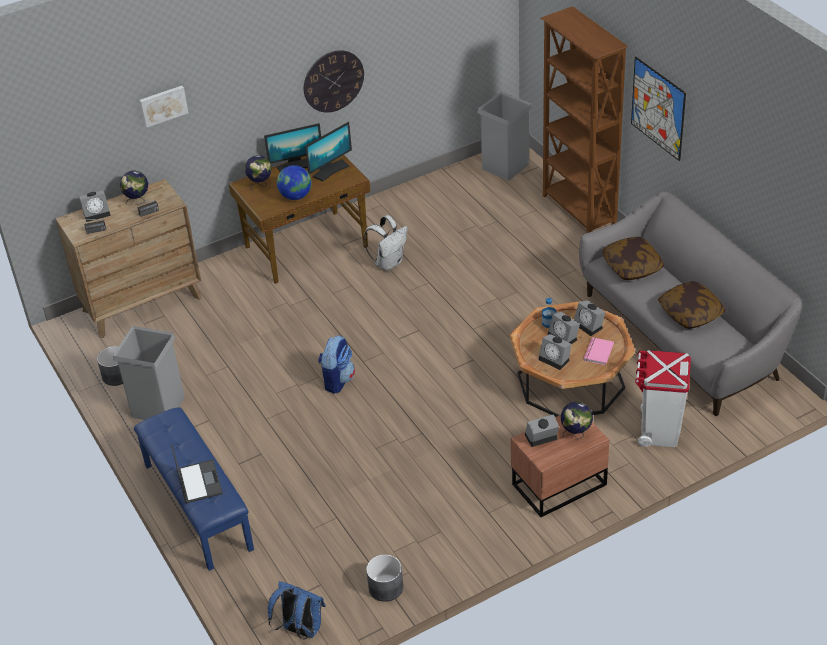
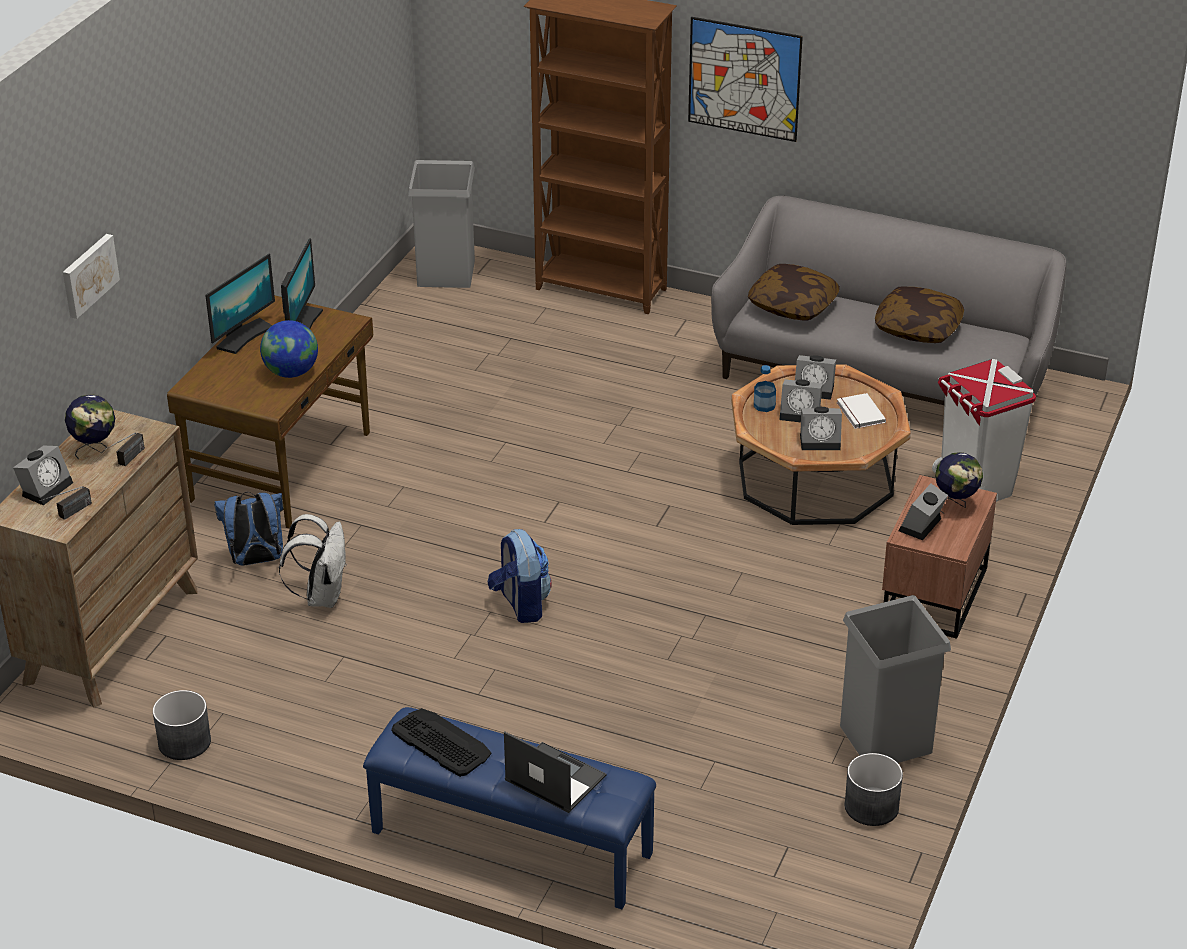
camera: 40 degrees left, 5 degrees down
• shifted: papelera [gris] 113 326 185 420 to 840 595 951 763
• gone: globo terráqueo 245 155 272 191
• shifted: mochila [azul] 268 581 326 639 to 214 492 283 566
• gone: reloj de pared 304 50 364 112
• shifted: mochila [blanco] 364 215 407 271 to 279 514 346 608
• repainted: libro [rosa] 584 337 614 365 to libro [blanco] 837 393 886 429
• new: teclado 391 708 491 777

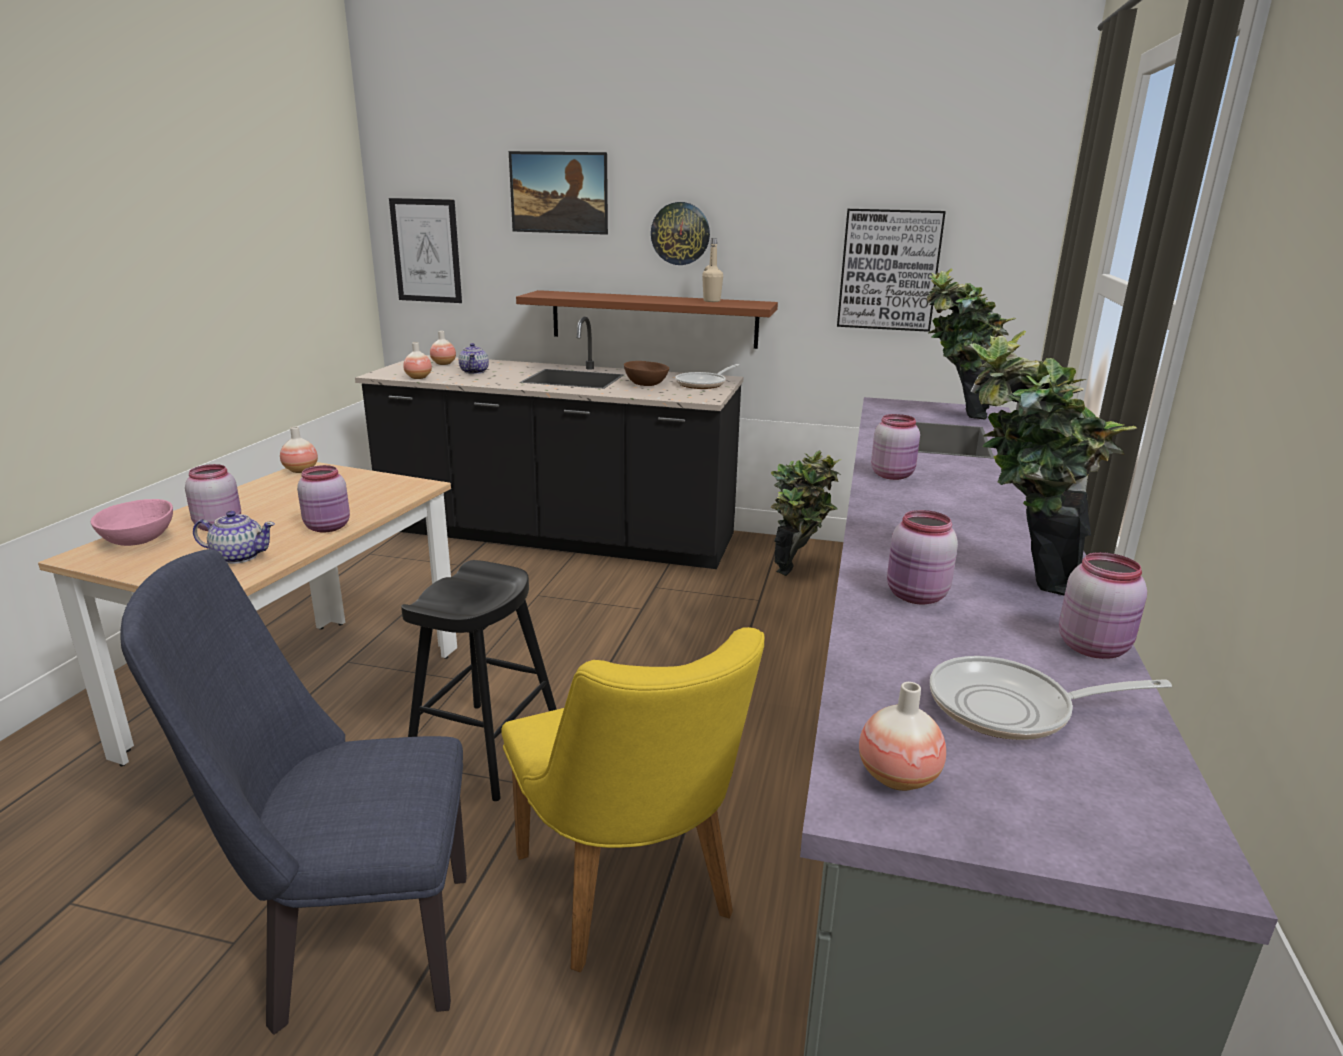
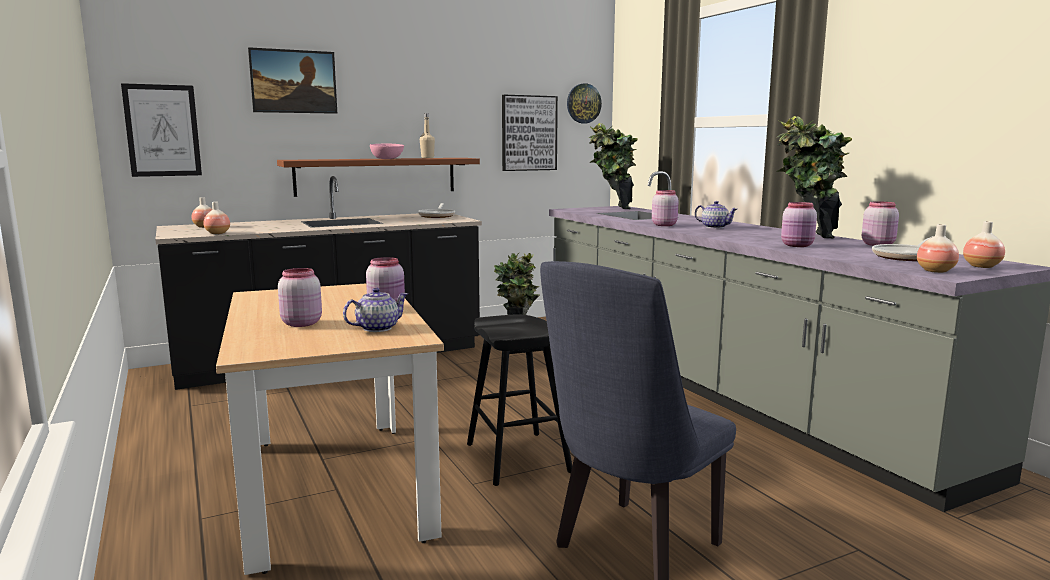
camera: 40 degrees left, 10 degrees down
• shifted: cuenco [rosa] 91 499 173 546 to 370 144 404 159
• shifted: florero 280 427 318 473 to 963 221 1005 268
• shifted: tetera 458 343 489 374 to 695 201 737 229
• gone: silla [amarillo] 501 627 764 973
• gone: cuenco [marrón] 624 361 669 386
• shifted: reloj de pared 651 202 710 265 to 567 83 602 123

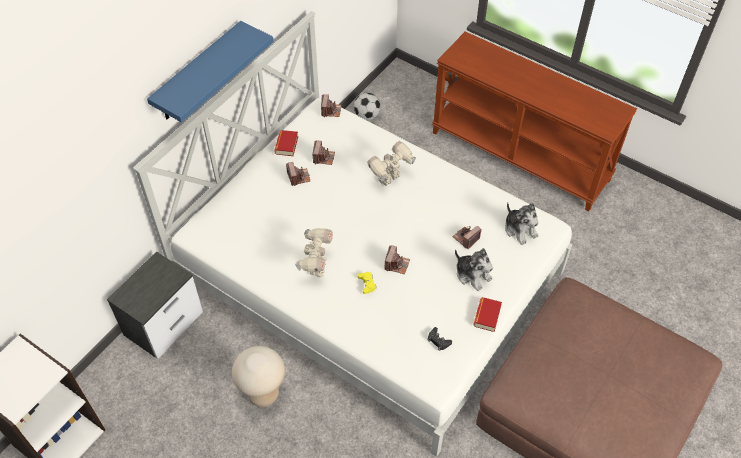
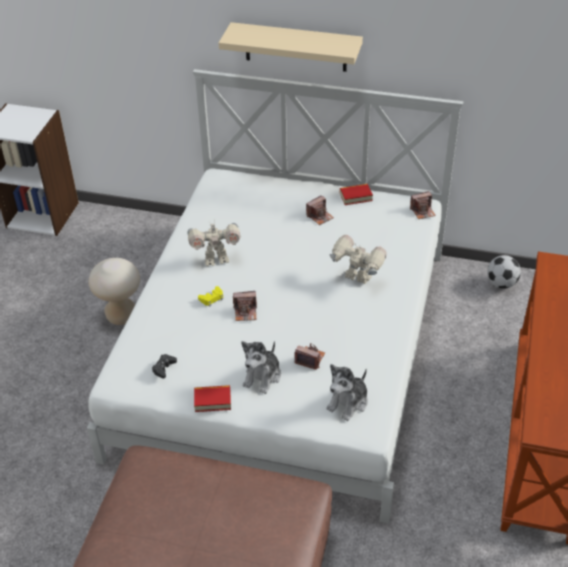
camera: 70 degrees right, 10 degrees down
• gone: mesita de noche 107 251 203 359
• repainted: estante [azul] 147 21 274 123 to estante [beis] 219 22 363 72
• gone: cámara 313 140 335 165

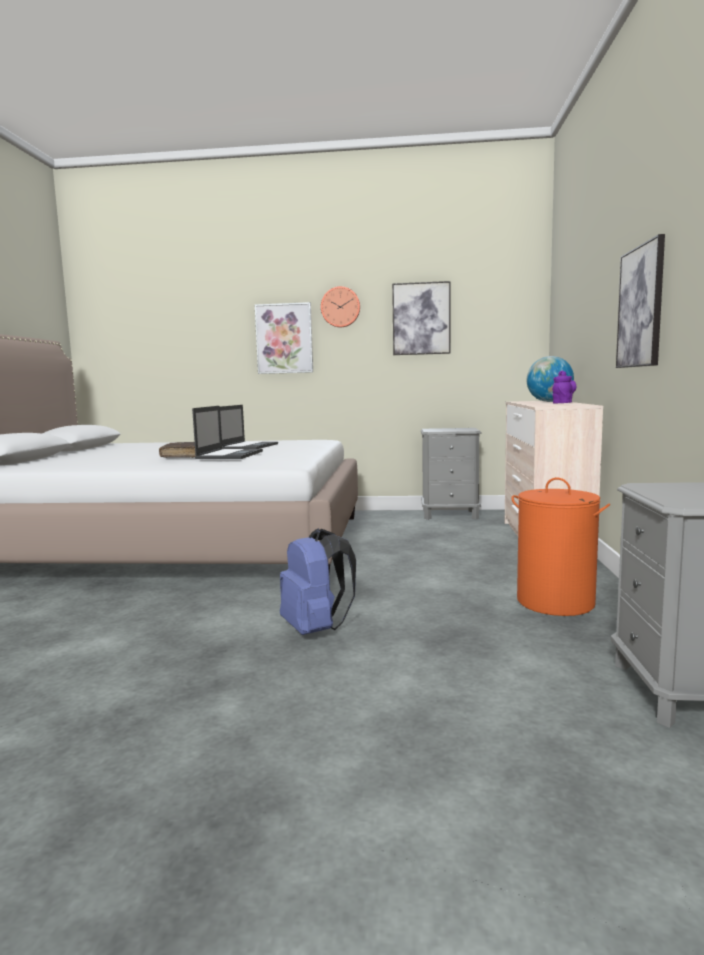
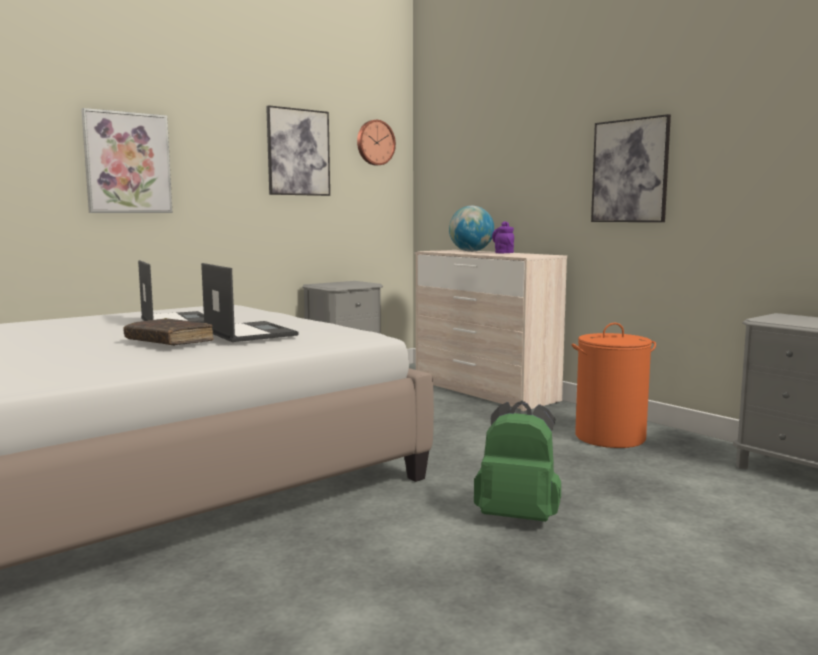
camera: 45 degrees left, 0 degrees up
• repainted: mochila [azul] 280 528 356 635 to mochila [verde] 474 401 561 522
• shifted: reloj de pared 321 286 360 327 to 357 120 396 166

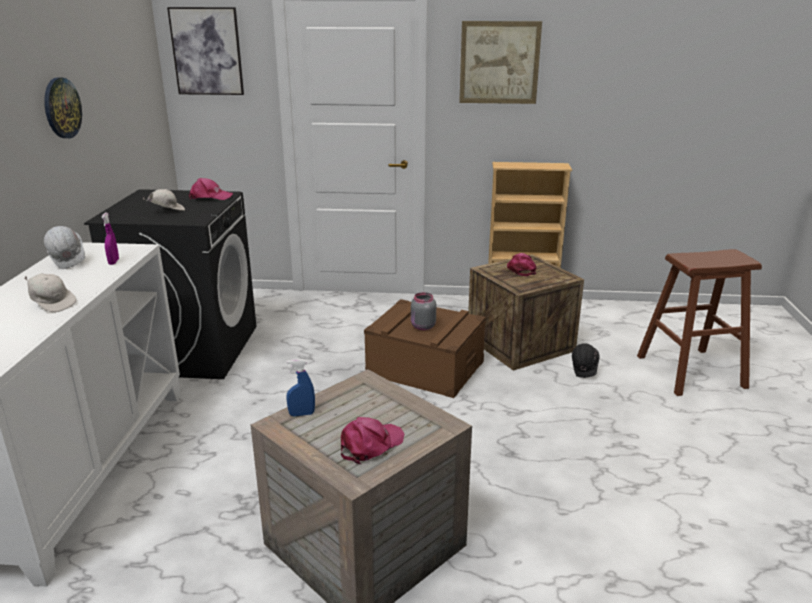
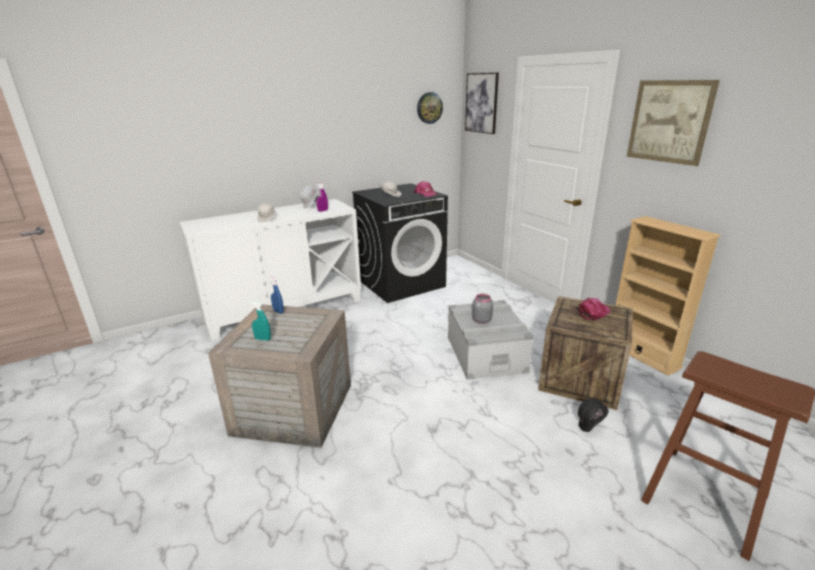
camera: 55 degrees right, 0 degrees up
• shifted: reloj de pared 44 77 82 138 to 417 92 443 124
• swapped: gorra [rosa] 341 417 404 464 to pulverizador [turquesa] 250 301 271 341
• repainted: caja de almacenaje [marrón] 364 299 486 398 to caja de almacenaje [gris] 448 300 534 380

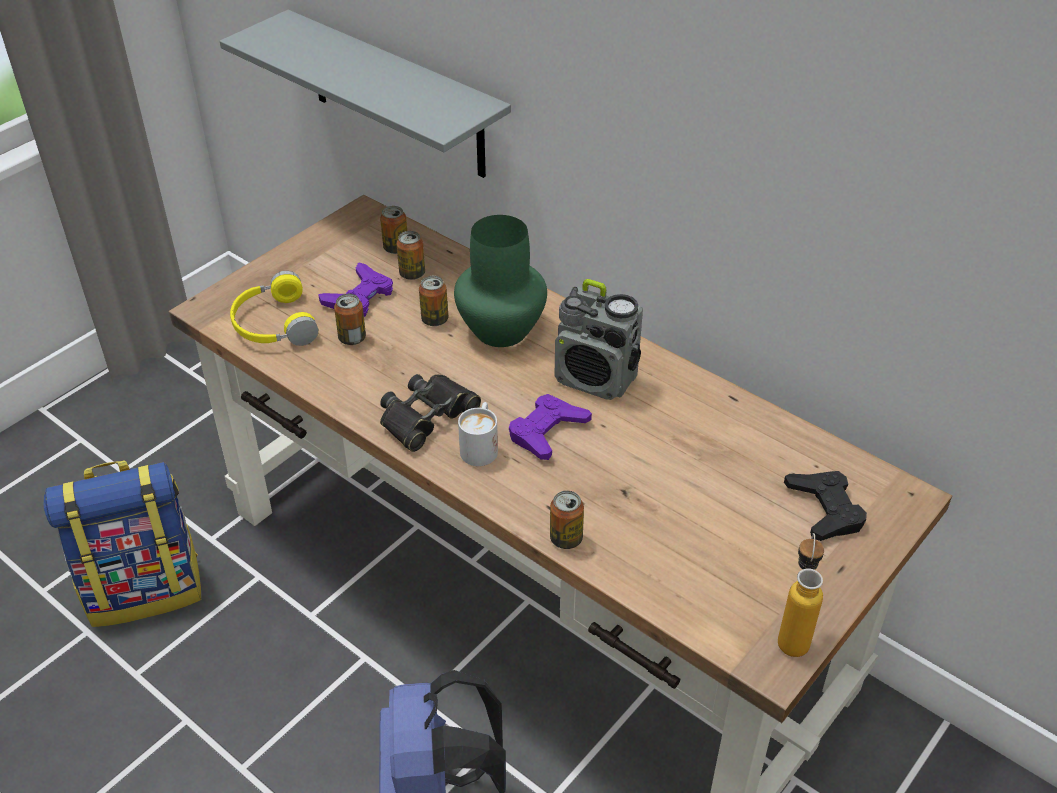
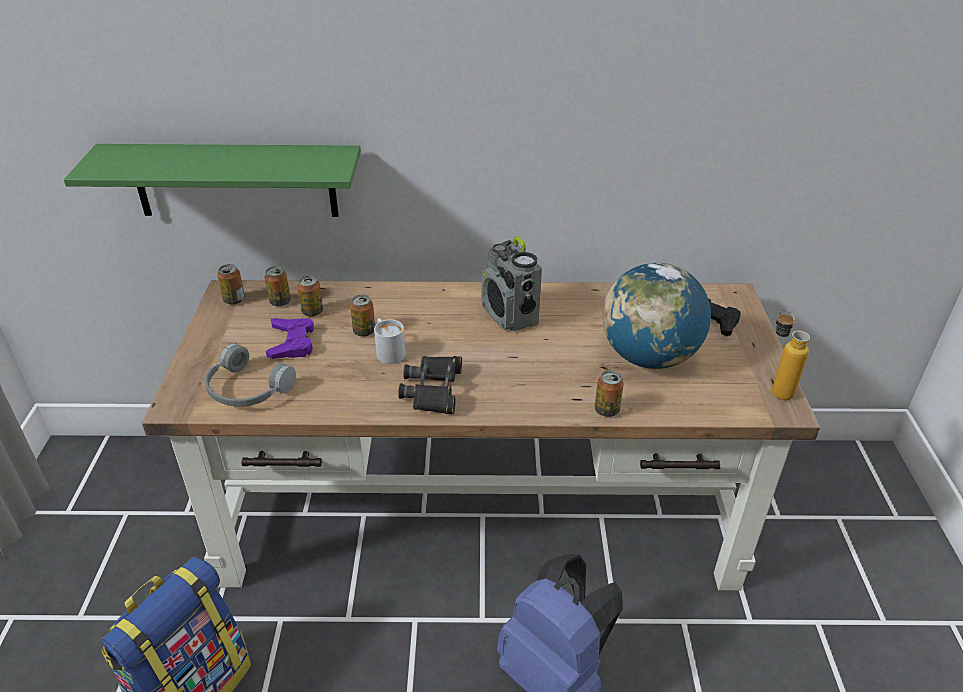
camera: 40 degrees left, 5 degrees down
• repainted: estante [gris] 220 10 511 178 to estante [verde] 64 144 361 217
• repainted: auriculares [amarillo] 230 271 318 346 to auriculares [gris] 205 343 296 407
• shifted: lata 334 294 366 345 to 217 264 245 305
• gone: florero [verde] 454 215 547 347
• shifted: taza grande [blanco] 458 402 498 466 to 374 318 405 364
• gone: mando de consola [morado] 509 394 592 460
• rotated: radio 554 279 643 400 = 481 236 542 332 75 degrees clockwise
• new: globo terráqueo 602 263 711 369

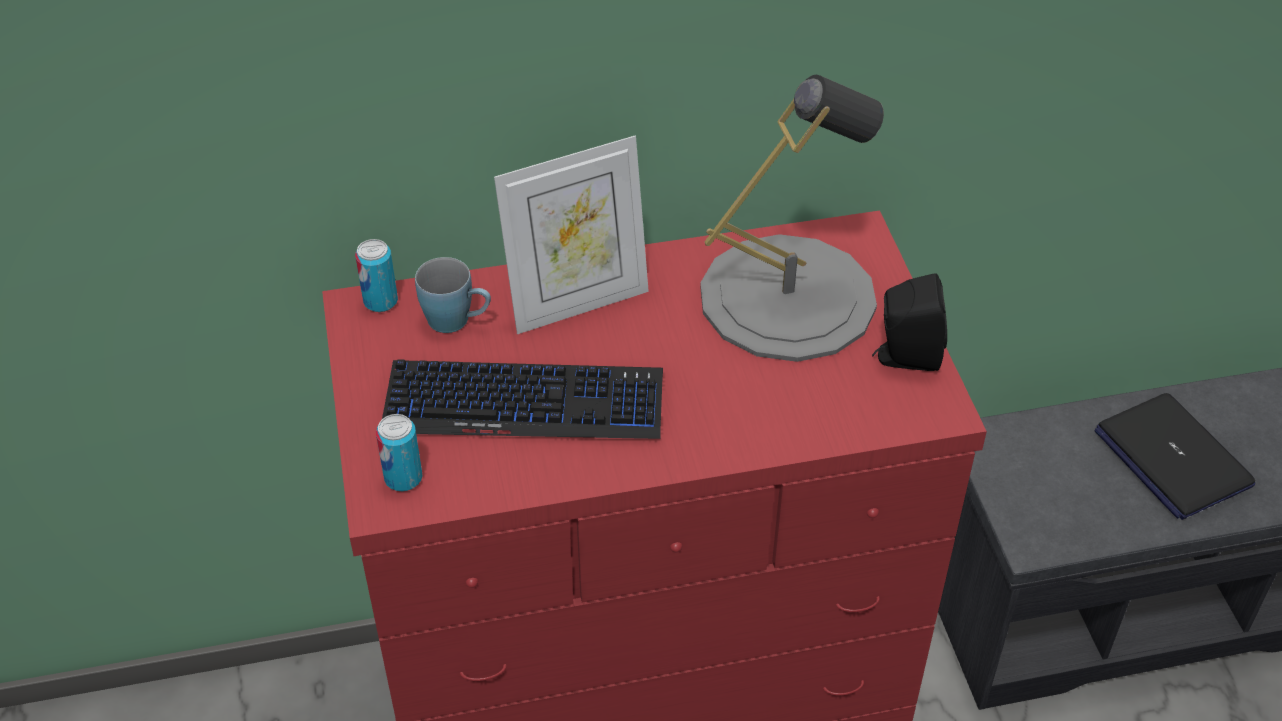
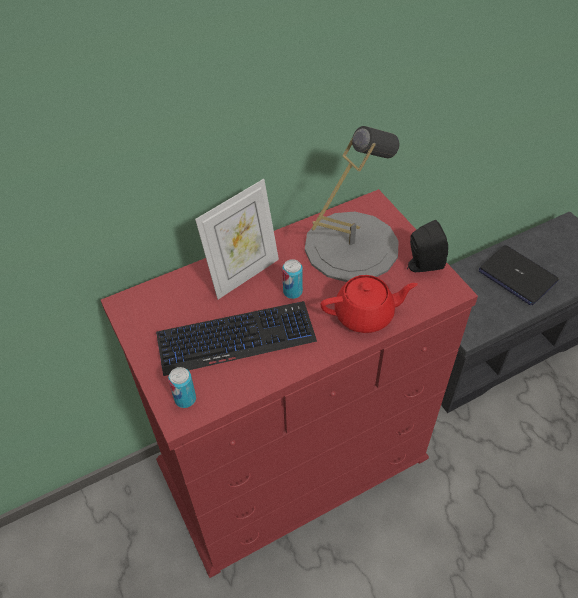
camera: 15 degrees left, 5 degrees up
• shifted: lata 355 239 398 312 to 282 259 303 299
• gone: taza grande [azul] 415 257 491 333
• new: tetera [rojo] 321 275 418 333

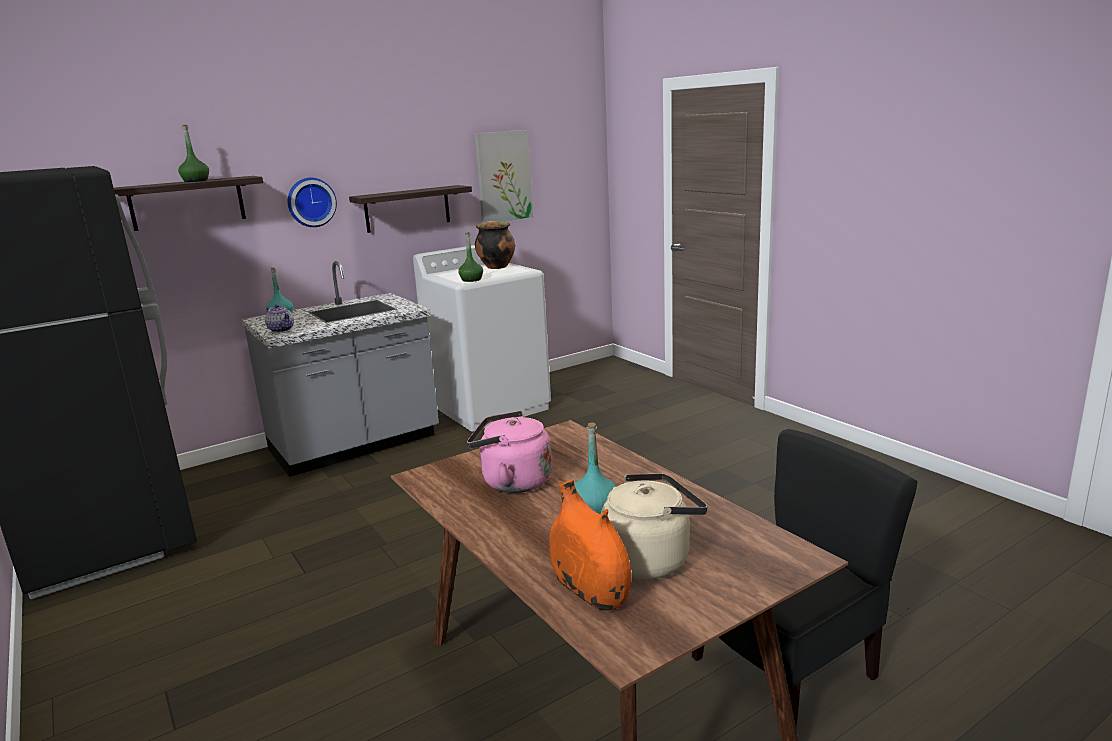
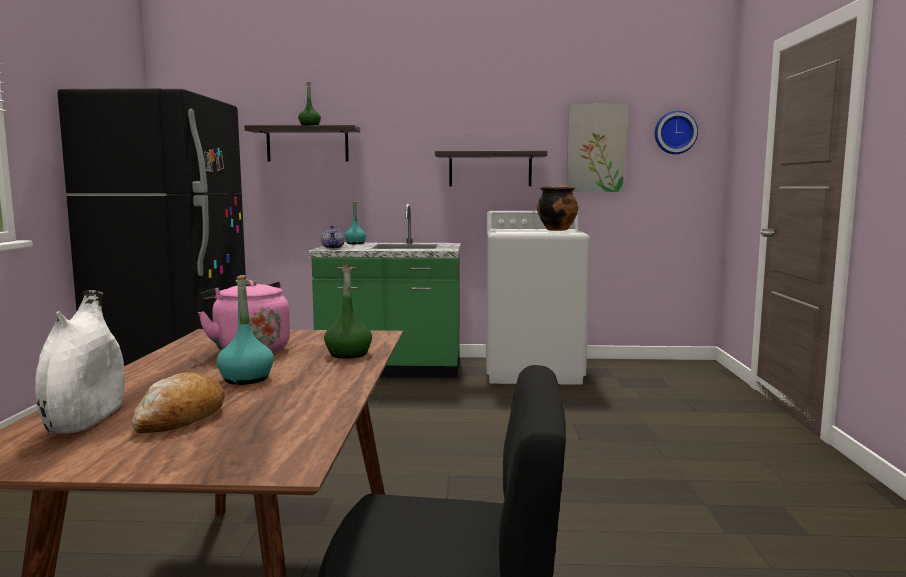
camera: 35 degrees right, 10 degrees down
• repainted: mueble bajo de cocina [gris] 241 261 439 477 to mueble bajo de cocina [verde] 309 204 461 378
• shifted: reloj de pared 288 178 337 227 to 655 111 698 154
• shifted: botella [verde] 458 232 483 282 to 324 264 372 359
• repainted: florero [naranja] 549 480 631 611 to florero [blanco] 35 290 125 434
• swapped: hervidor [beis] 601 473 708 579 to pan 132 372 225 433

